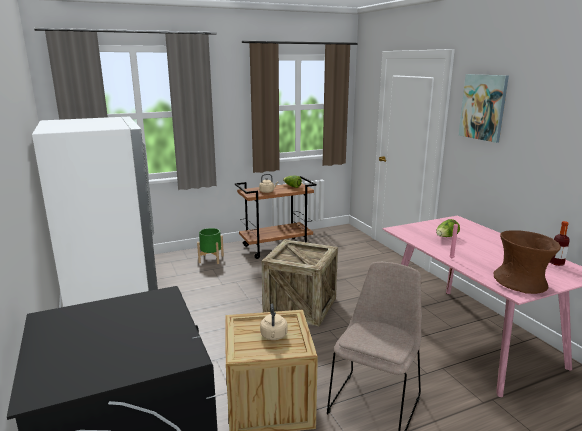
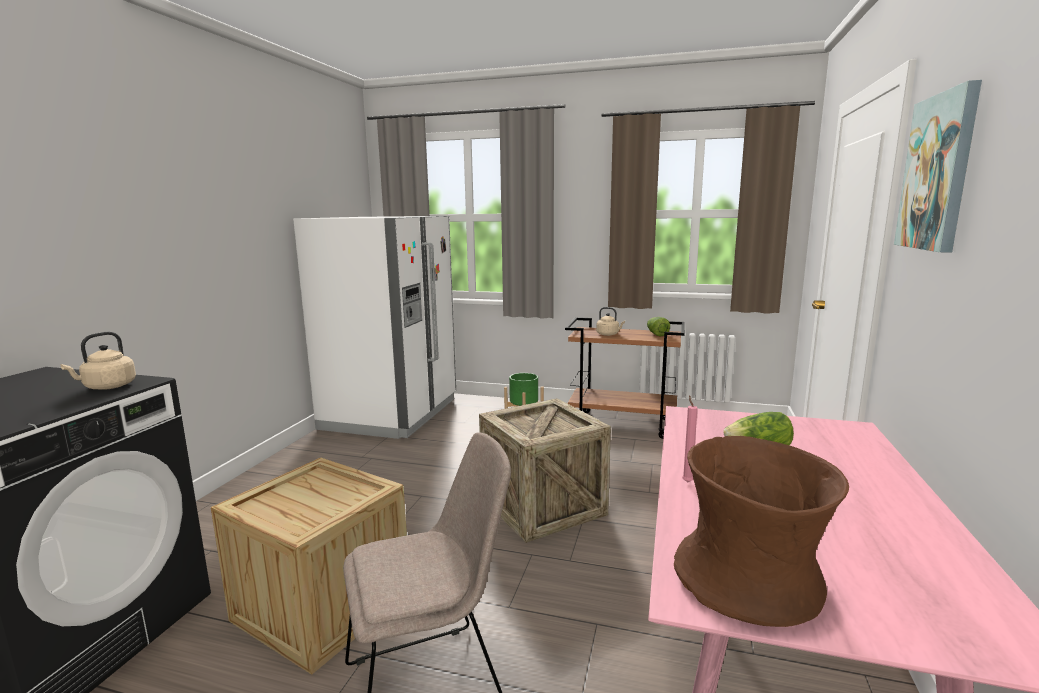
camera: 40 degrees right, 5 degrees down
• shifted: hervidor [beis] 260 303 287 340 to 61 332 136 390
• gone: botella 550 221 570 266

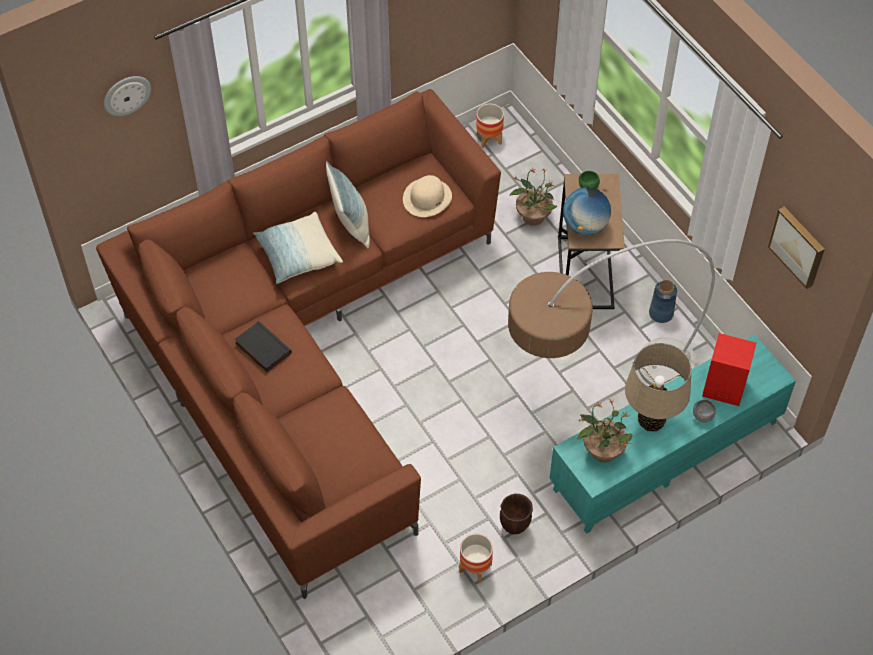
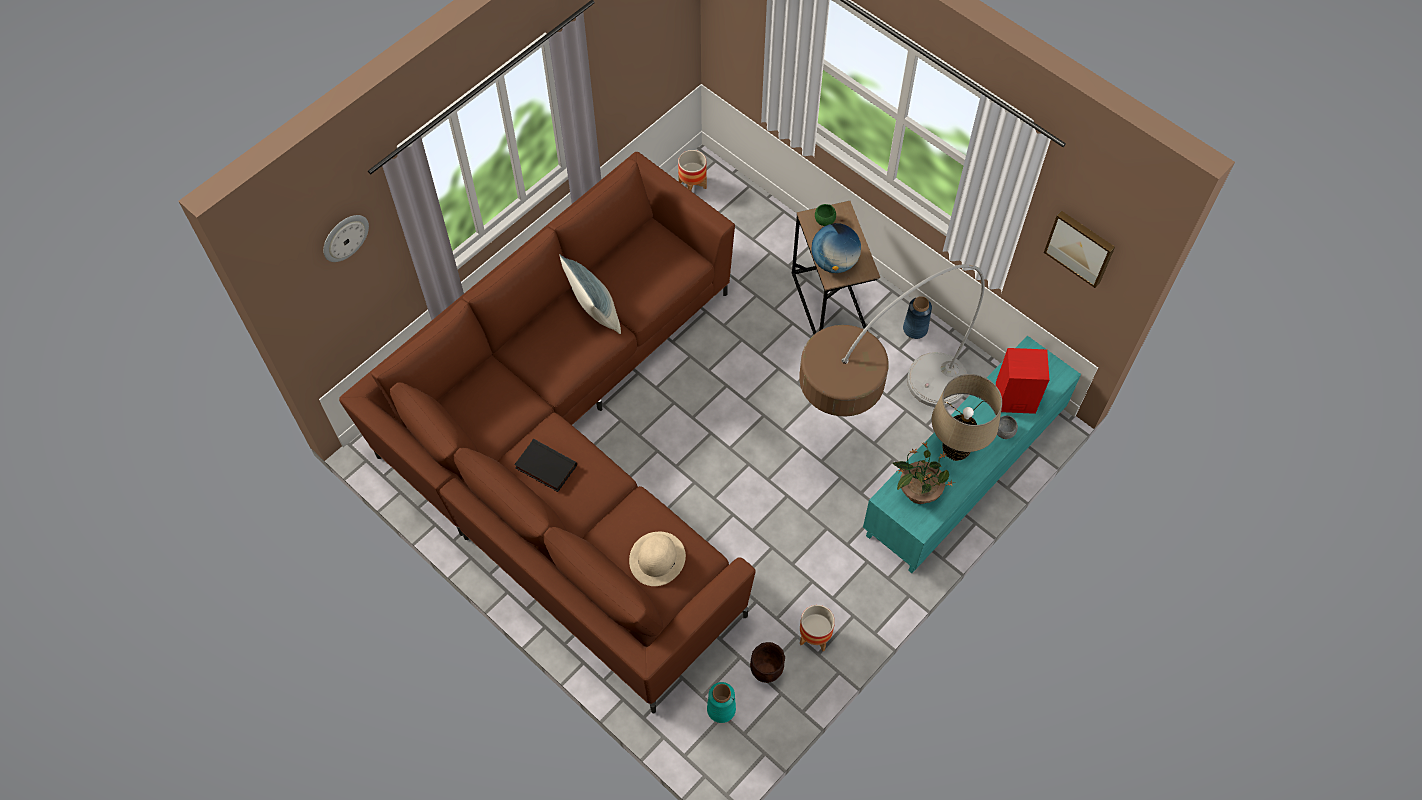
camera: 15 degrees left, 5 degrees up
• gone: cojín 253 212 343 284
• shifted: sombrero [beis] 403 175 452 217 to 629 532 686 586
• shifted: maceta [marrón] 500 494 533 534 to 750 642 785 683
• gone: planta en maceta 510 168 557 226
• new: florero [turquesa] 707 682 736 723

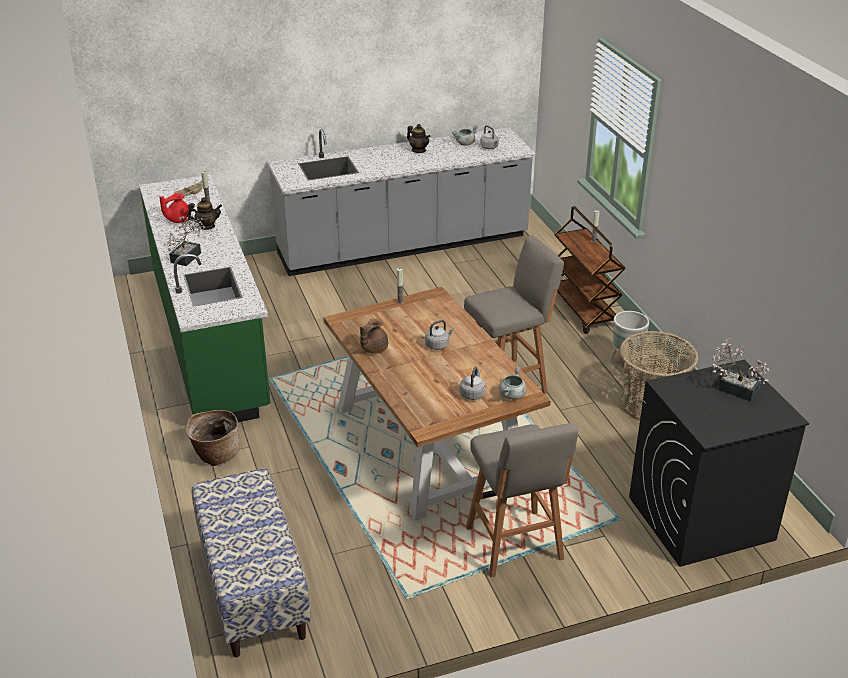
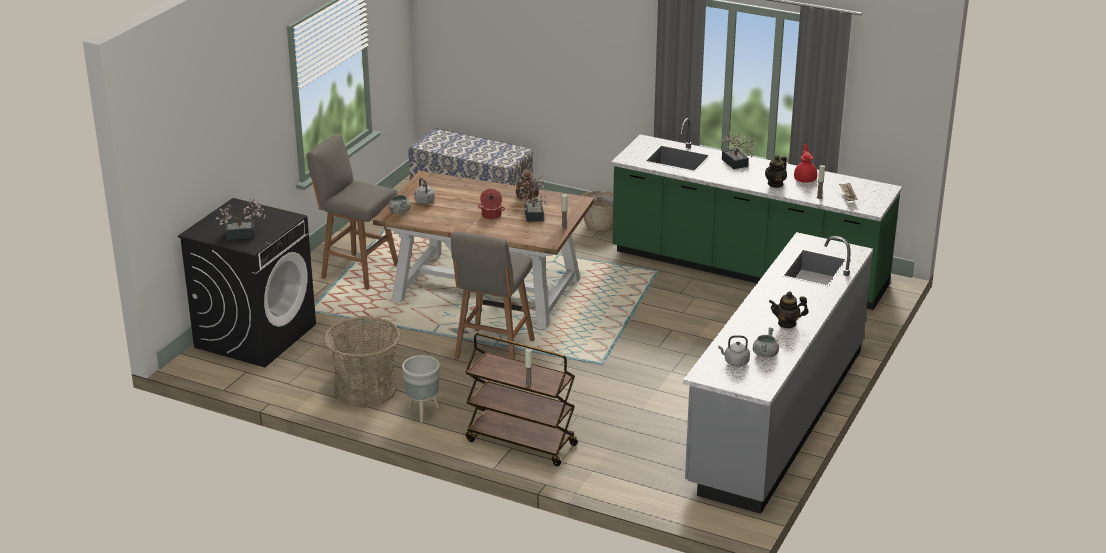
camera: 135 degrees right, 5 degrees down
• swapped: hervidor [gris] 425 320 454 350 to olla 478 189 505 219
• new: planta en maceta 517 174 548 222

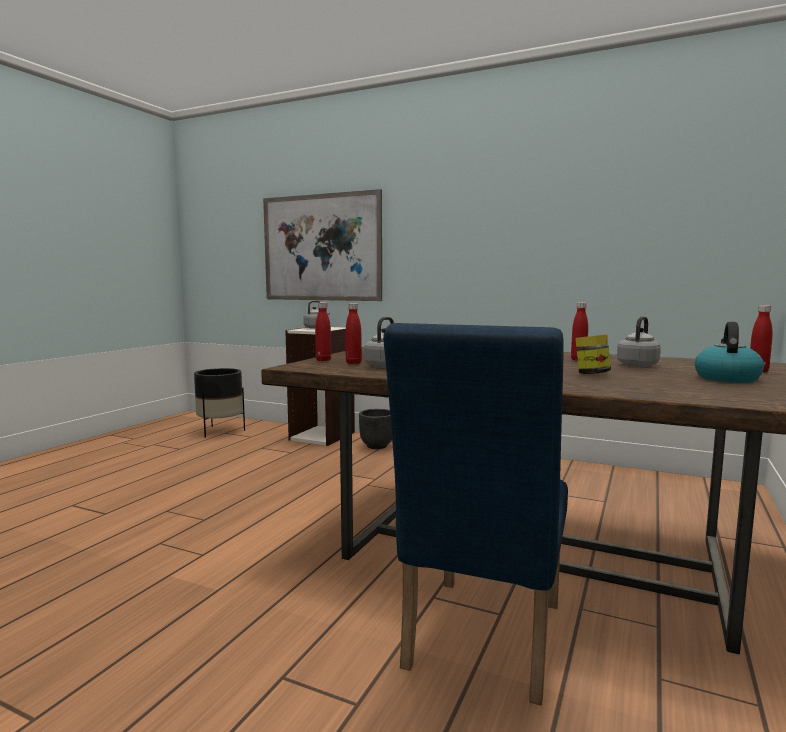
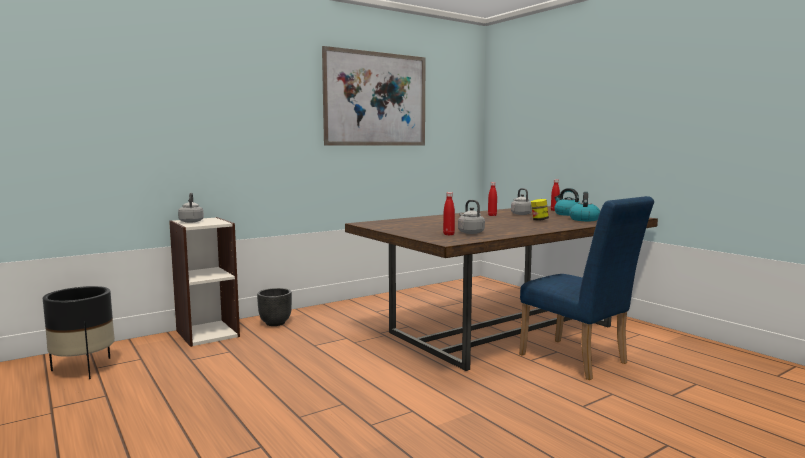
camera: 60 degrees left, 0 degrees up
• shifted: cuadro 263 189 382 301 to 322 46 426 145
• gone: botella [rojo] 315 302 331 361
• new: hervidor 569 192 600 221

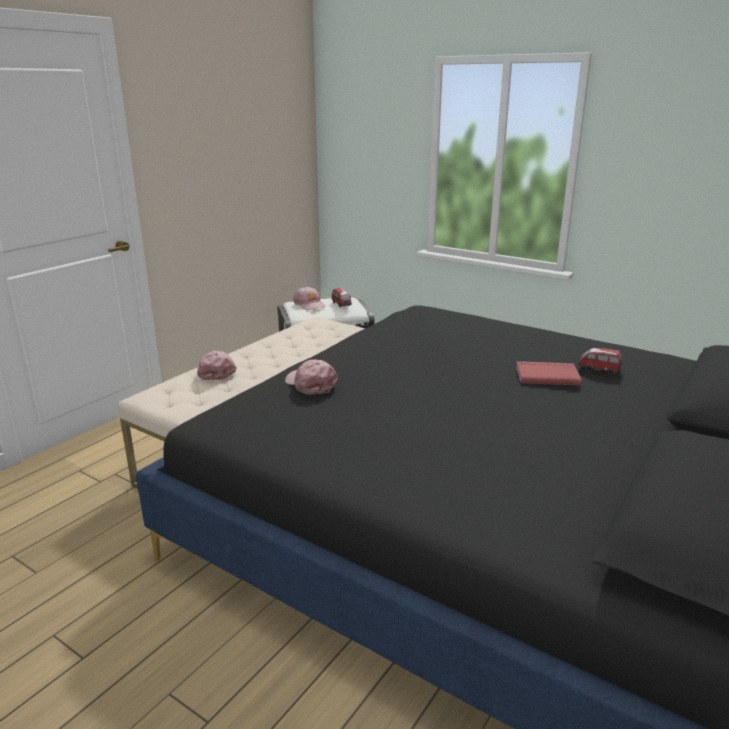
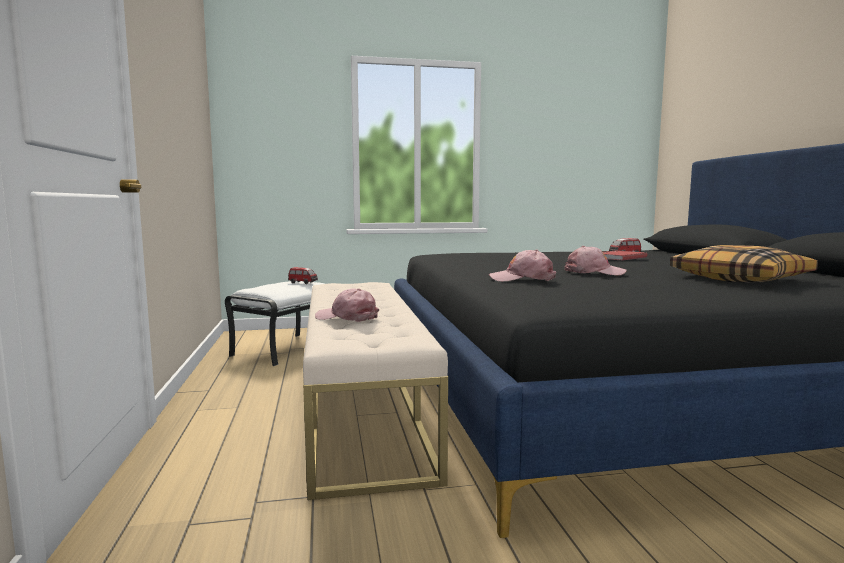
camera: 45 degrees left, 15 degrees down
• shifted: gorra [rosa] 293 286 326 310 to 564 246 627 275
• new: cojín 670 245 818 283

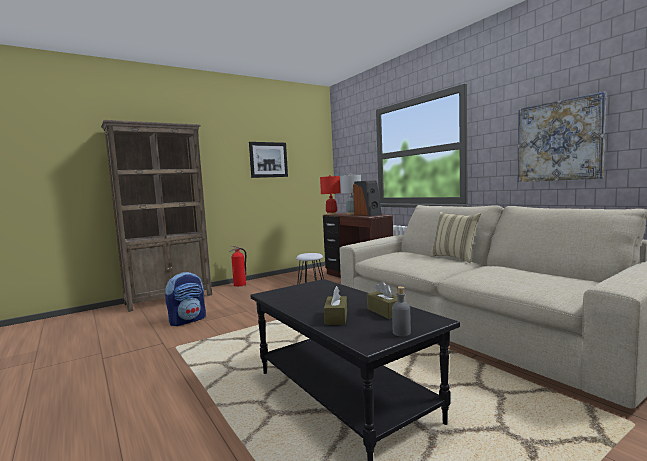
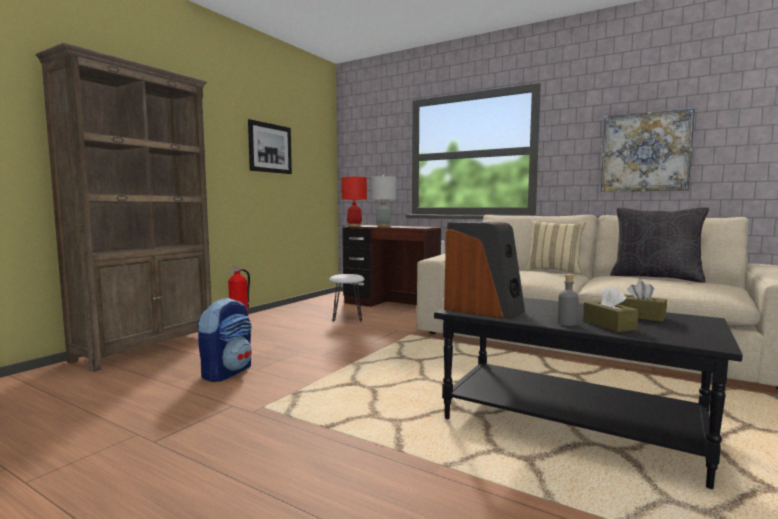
camera: 25 degrees left, 0 degrees up
• shifted: altavoz 353 180 382 216 to 444 222 525 320
• shifted: botella [gris] 392 286 411 336 to 557 274 578 326
• new: cojín [negro] 610 207 709 283

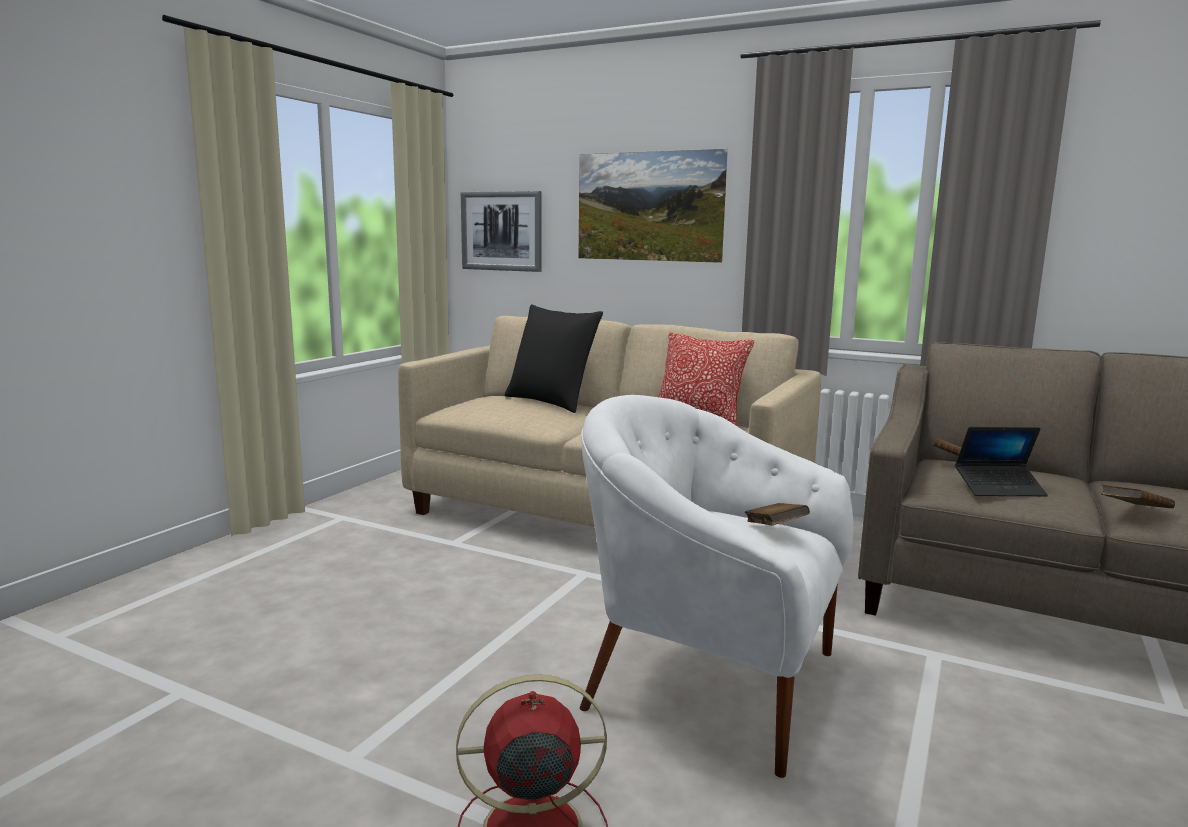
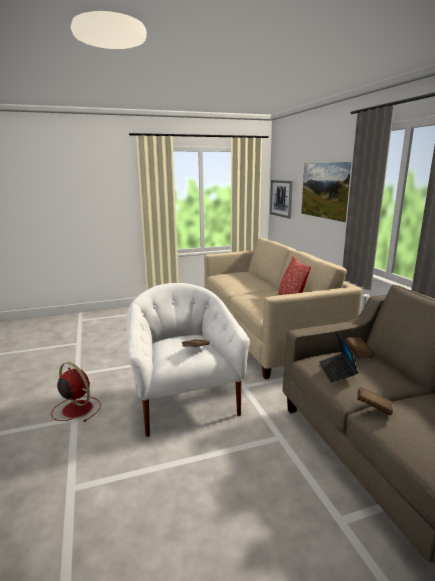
camera: 45 degrees right, 5 degrees up
• gone: cojín [negro] 505 304 603 413
• rotated: portátil 955 427 1048 496 = 319 332 358 383 45 degrees clockwise

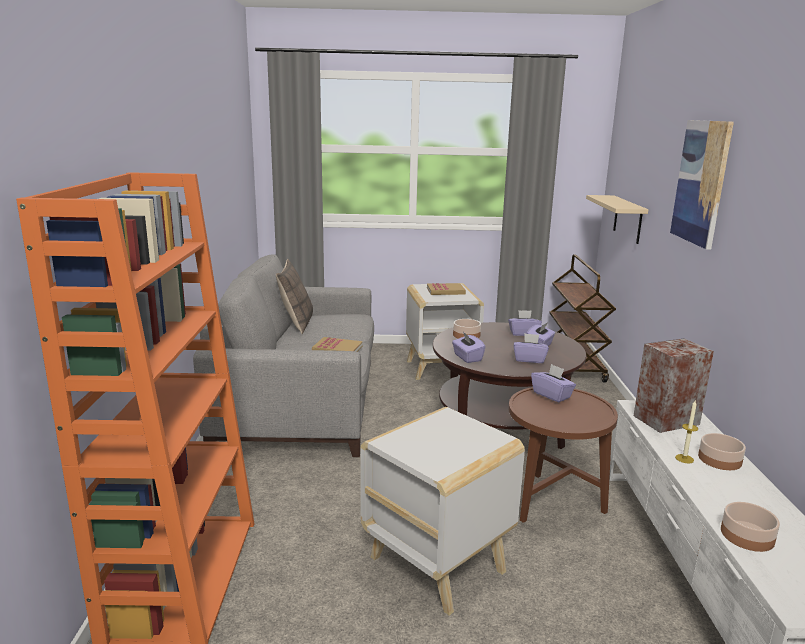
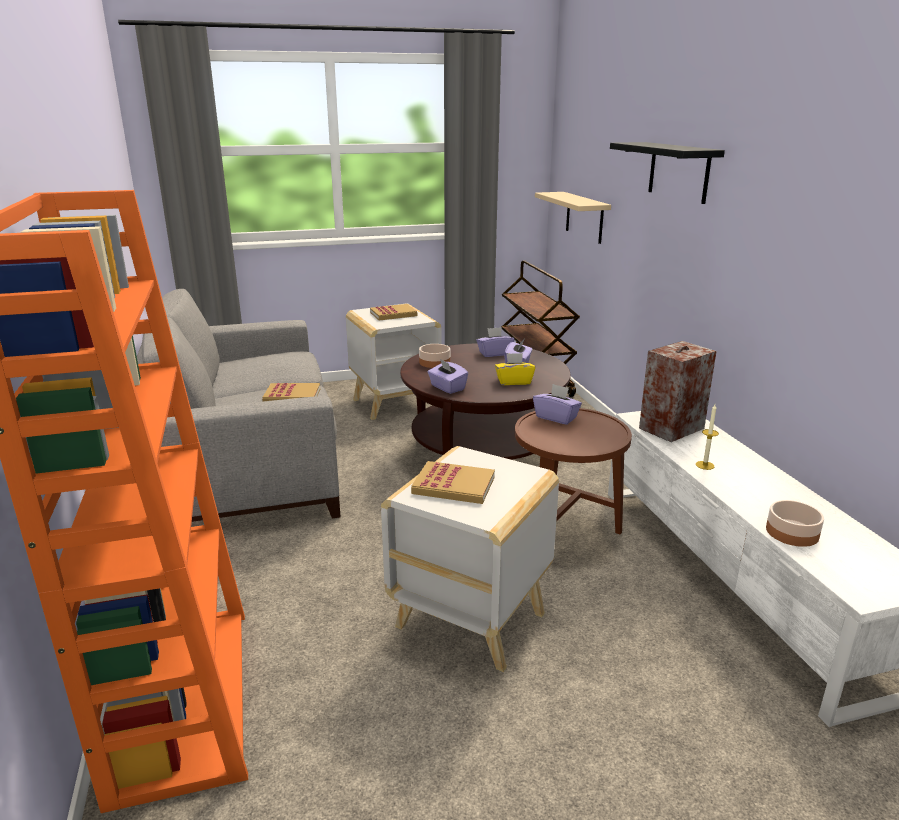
camera: 15 degrees left, 5 degrees up
• gone: cojín 276 259 313 334
• repainted: caja de pañuelos [morado] 514 333 549 363 to caja de pañuelos [amarillo] 495 353 535 385
• swapped: cuadro 670 120 734 250 to estante [negro] 610 142 725 204
• gone: cuenco 698 433 746 470
• new: libro 411 461 495 504

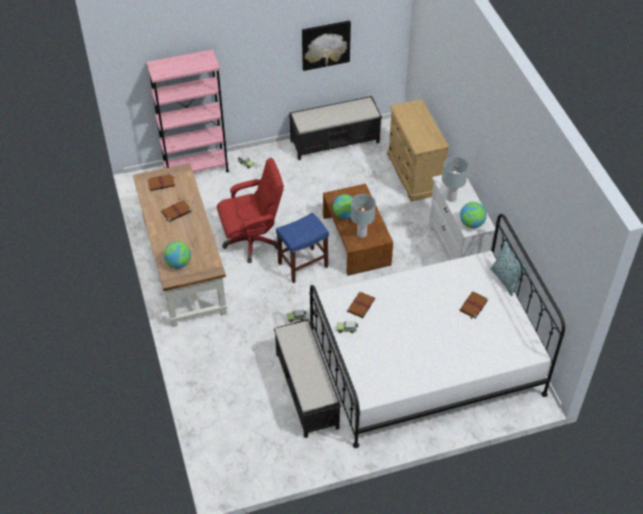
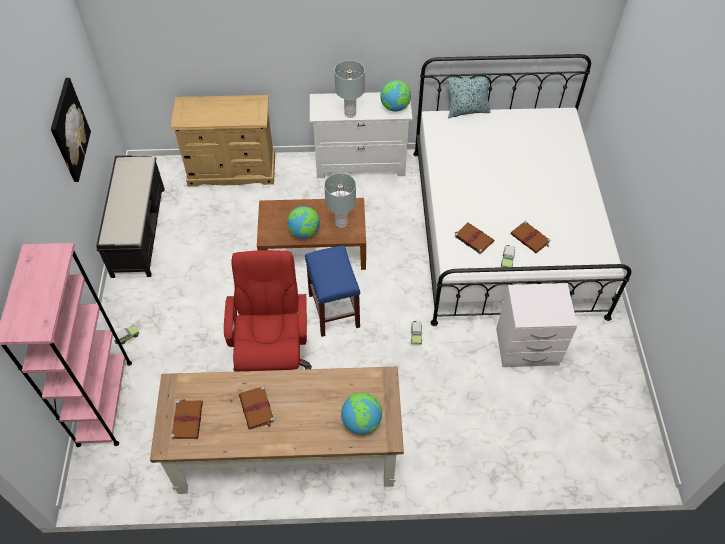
camera: 75 degrees left, 5 degrees up
• swapped: banco [negro] 274 319 341 438 to mesita de noche [blanco] 496 283 578 367
• shifted: libro [marrón] 460 292 488 319 to 511 221 550 253

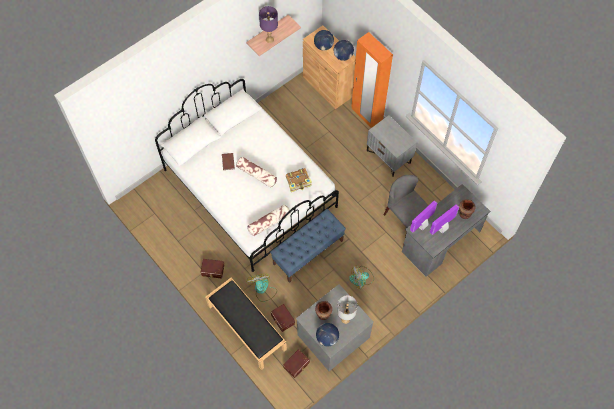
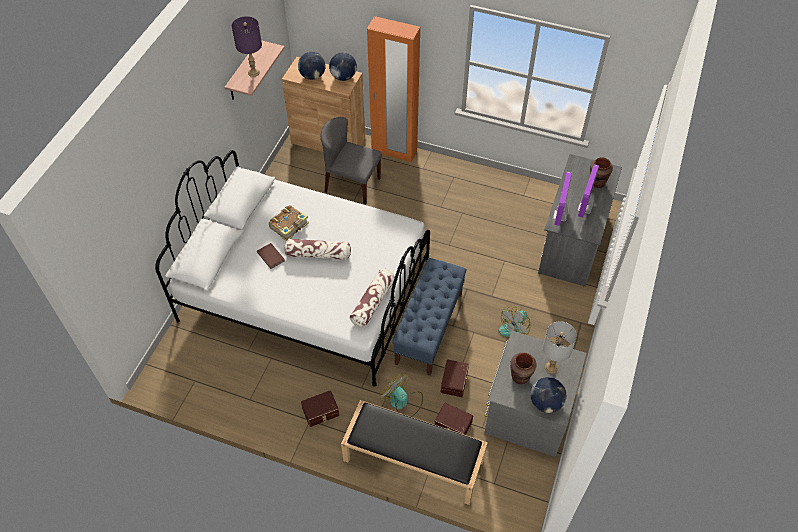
camera: 30 degrees left, 10 degrees down
• shifted: caja de almacenaje [marrón] 283 349 310 378 to 441 359 469 397
• shifted: libro 286 168 312 192 to 269 205 309 241
• gone: mesita de noche [gris] 367 115 417 177
• shifted: silla [gris] 383 175 429 237 to 321 117 382 205

